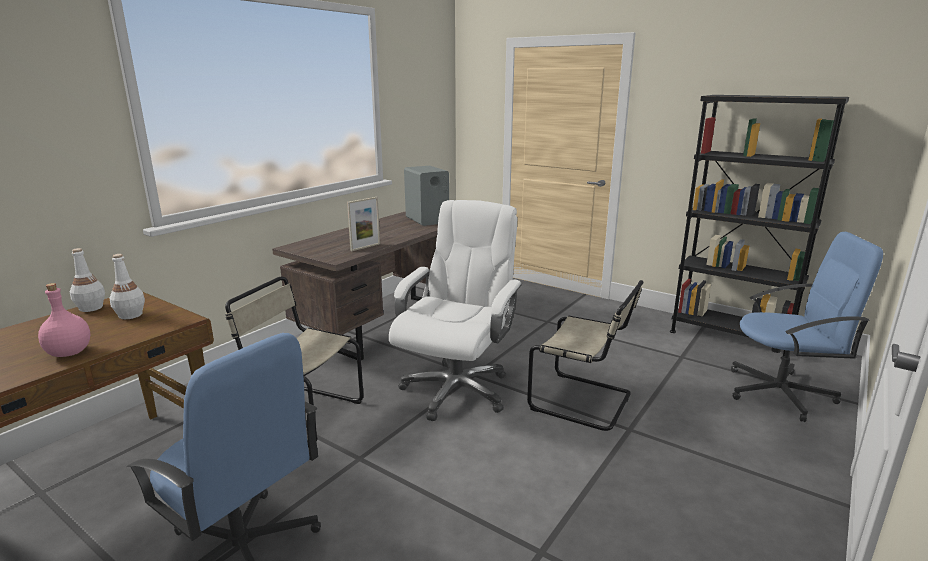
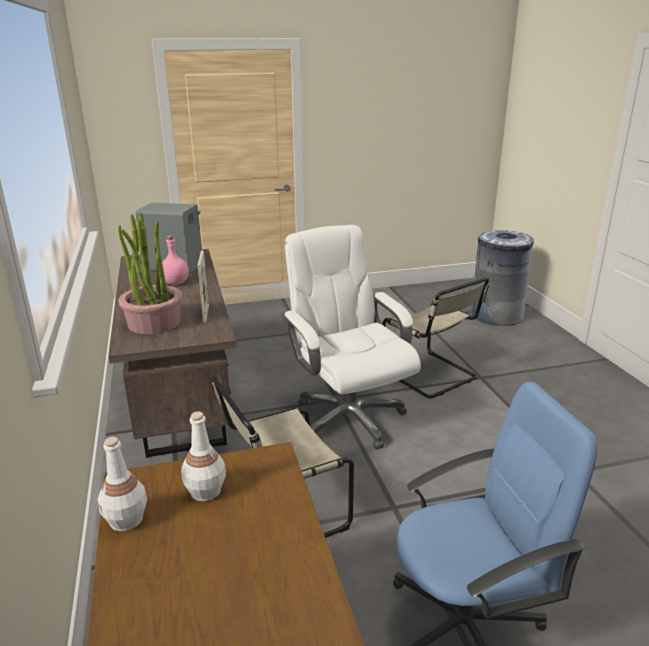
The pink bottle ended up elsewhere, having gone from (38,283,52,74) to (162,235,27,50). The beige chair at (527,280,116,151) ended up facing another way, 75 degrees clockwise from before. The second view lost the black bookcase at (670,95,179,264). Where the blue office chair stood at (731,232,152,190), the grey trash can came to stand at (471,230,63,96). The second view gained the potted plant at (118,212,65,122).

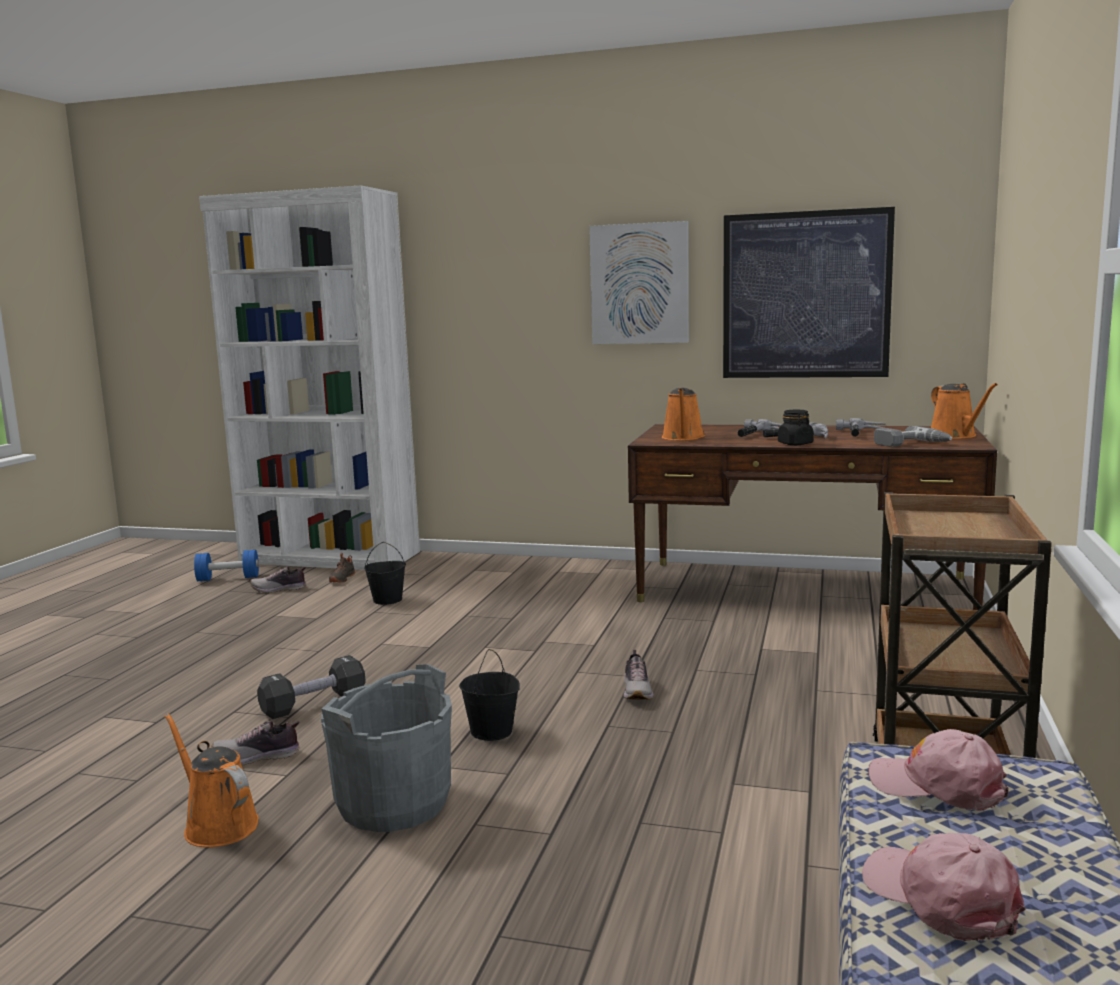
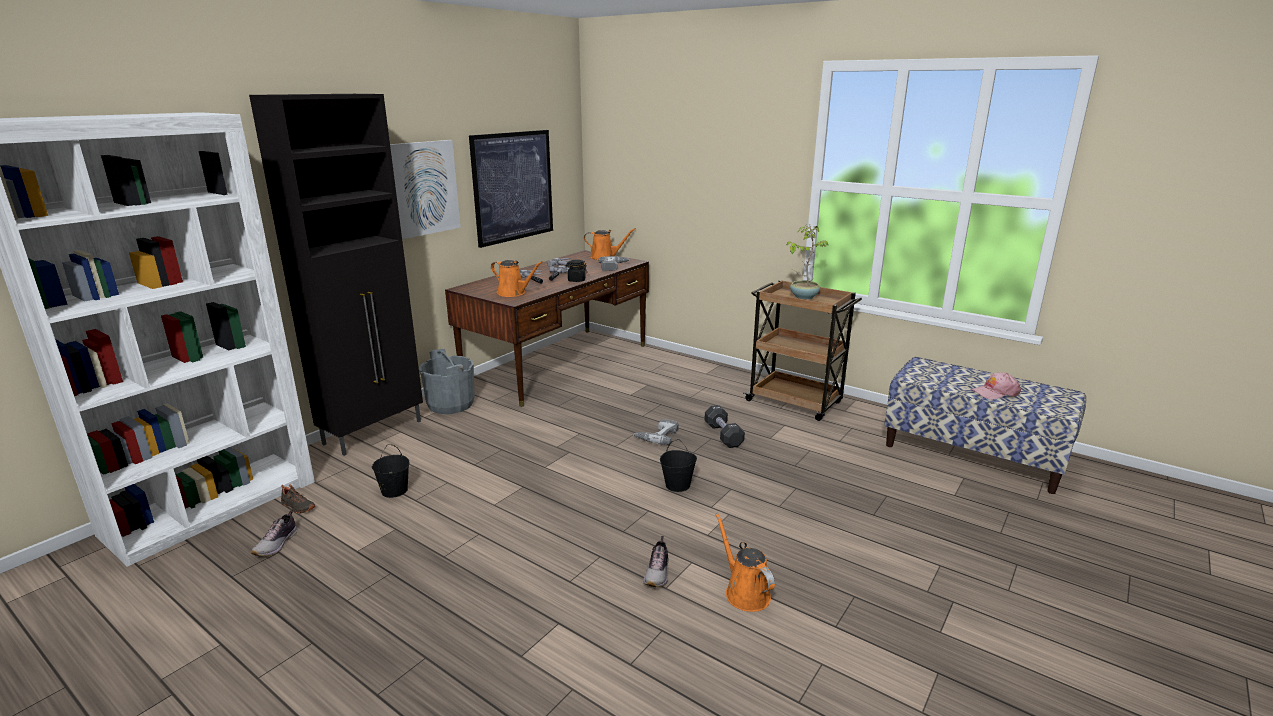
The orange watering can at (165,713,94,134) ended up facing another way, 90 degrees clockwise from before. The second view lost the blue dumbbell at (194,550,65,31). The black dumbbell ended up elsewhere, having gone from (257,655,109,64) to (704,405,41,43). The grey bucket ended up elsewhere, having gone from (321,664,131,168) to (419,349,56,65). Where the shoe stood at (624,650,30,50), the power drill came to stand at (634,419,45,26). The second view lost the pink cap at (869,729,140,82). The second view gained the black cabinet at (249,94,174,362). The second view gained the potted plant at (786,224,42,75).

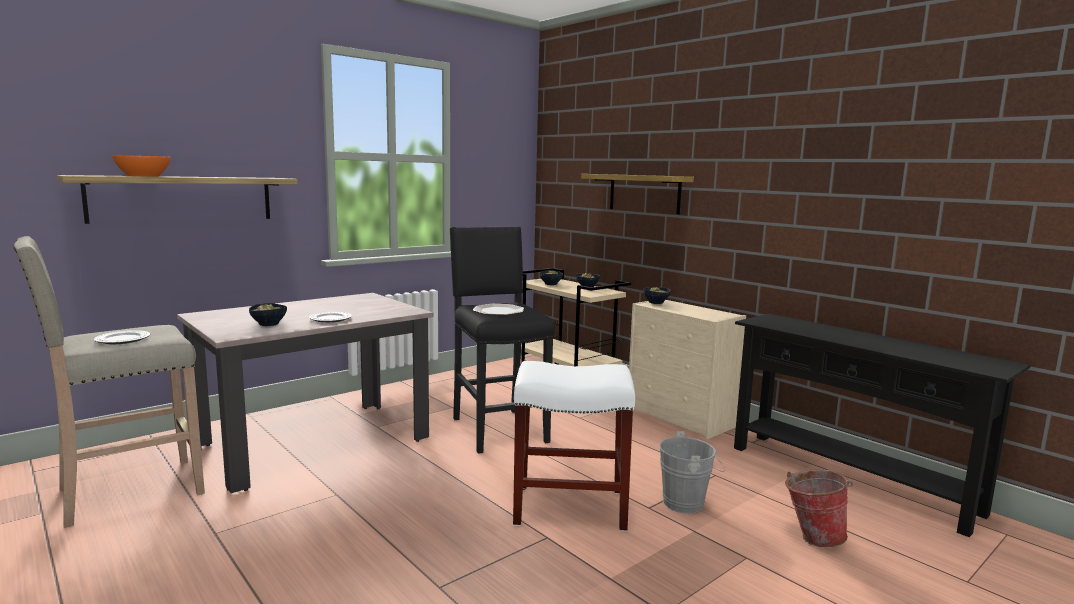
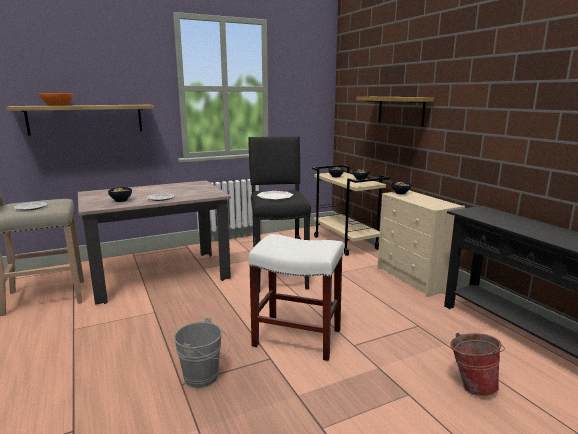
The grey bucket ended up elsewhere, having gone from (659,431,66,83) to (174,317,57,71).

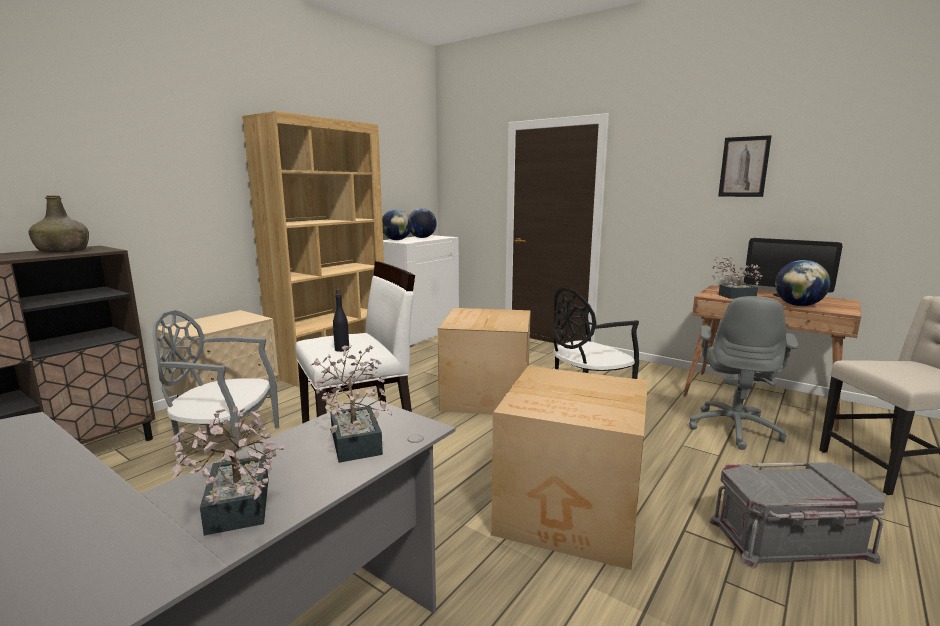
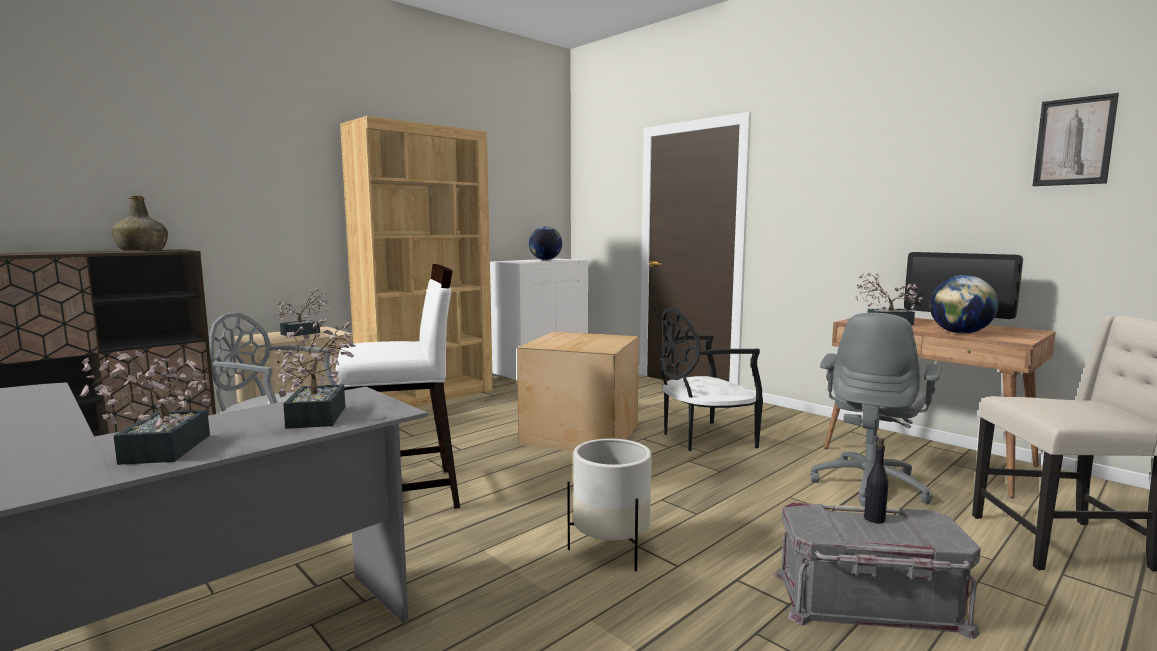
The black bottle ended up elsewhere, having gone from (333,289,16,63) to (864,438,24,85). The second view lost the globe at (382,209,30,31). Where the cardboard box stood at (491,366,157,204), the white planter came to stand at (568,439,84,132). The picture ended up elsewhere, having gone from (718,135,54,62) to (1033,93,86,93). The second view gained the potted plant at (273,289,56,47).

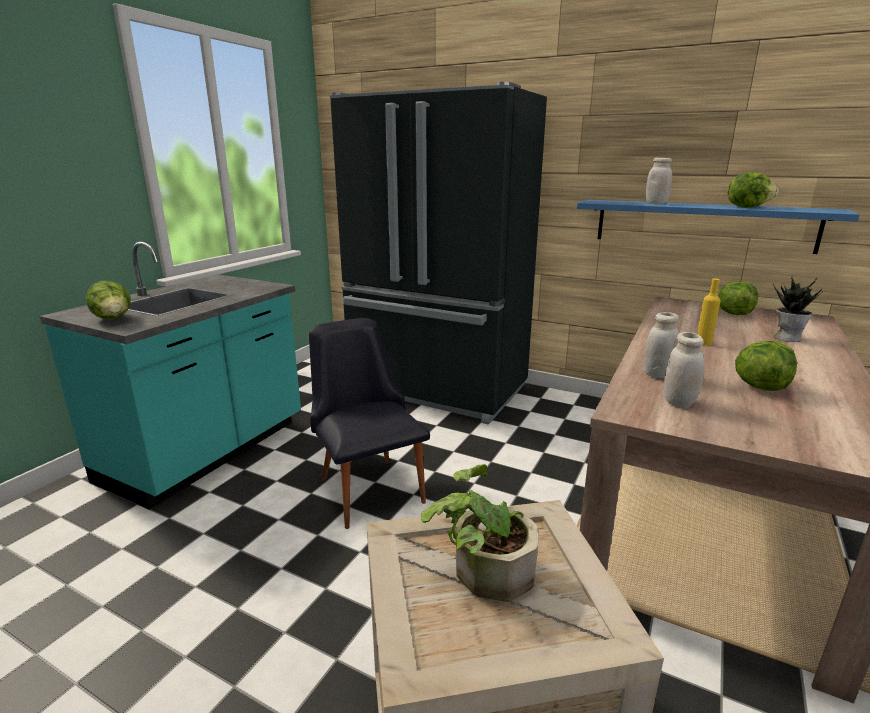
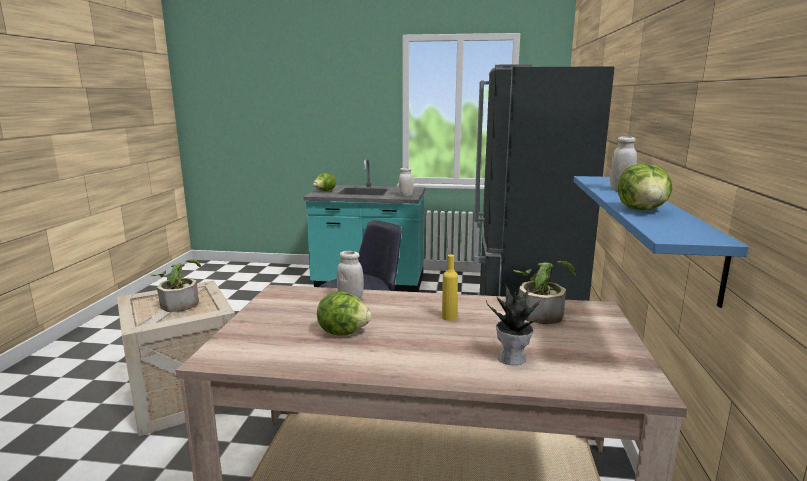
The white jar ended up elsewhere, having gone from (664,332,41,76) to (398,168,16,28). The second view lost the lettuce at (717,281,41,34). The second view gained the potted plant at (513,261,63,63).

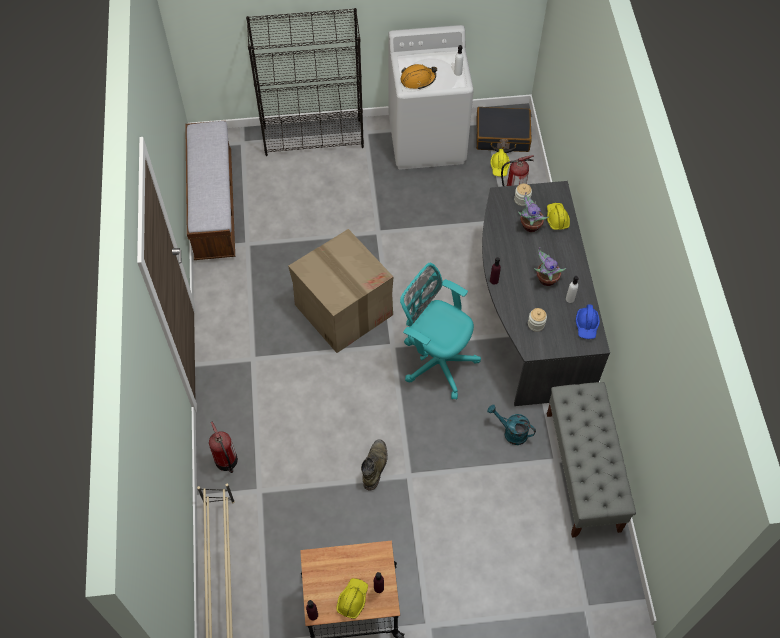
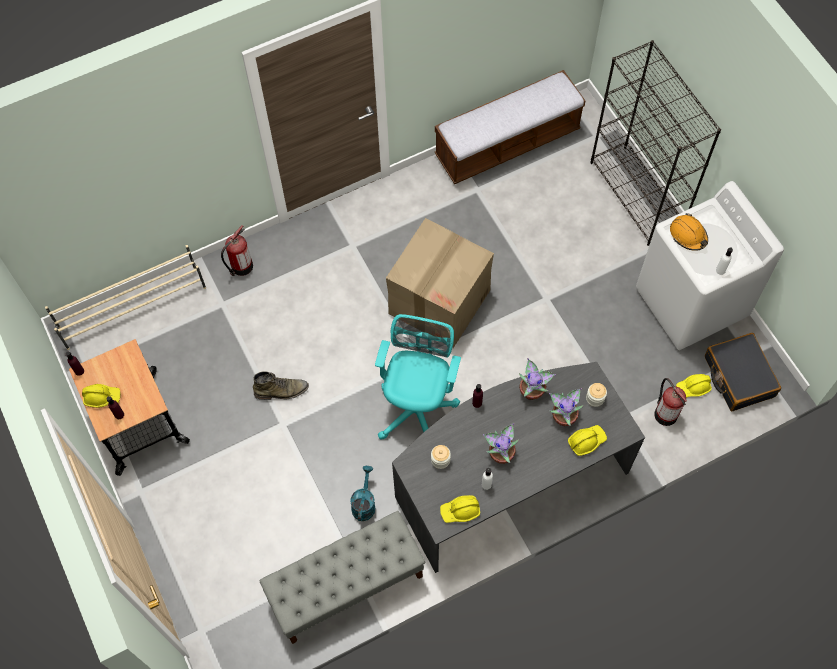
What was the blue hard hat at (576,304,24,35) turned into the yellow hard hat at (440,495,40,28). The second view gained the potted plant at (519,358,37,42).

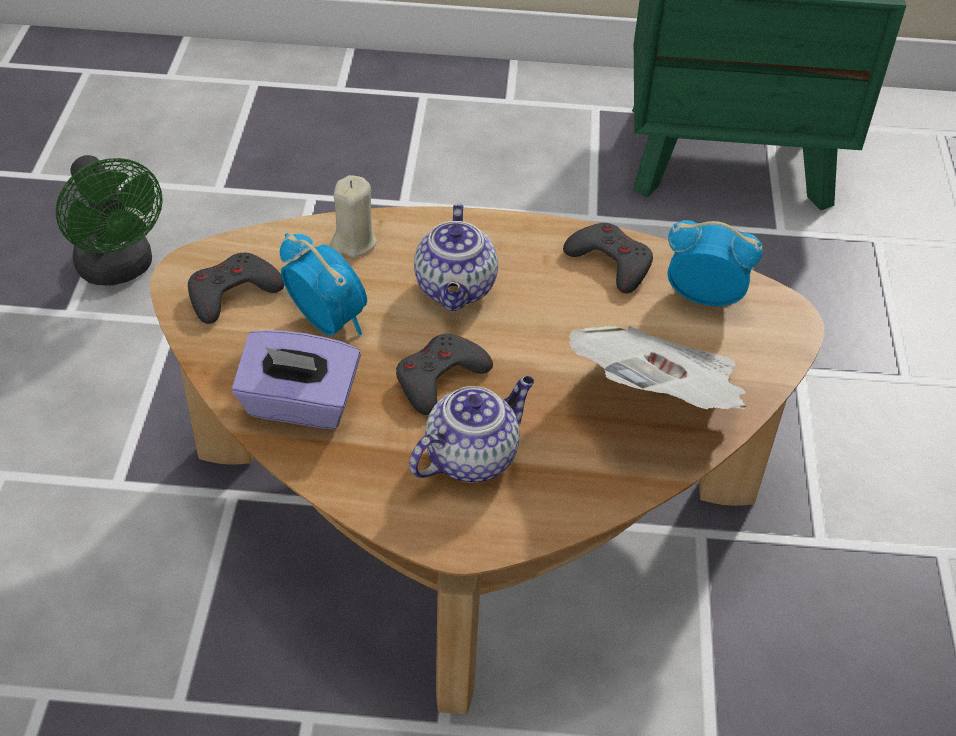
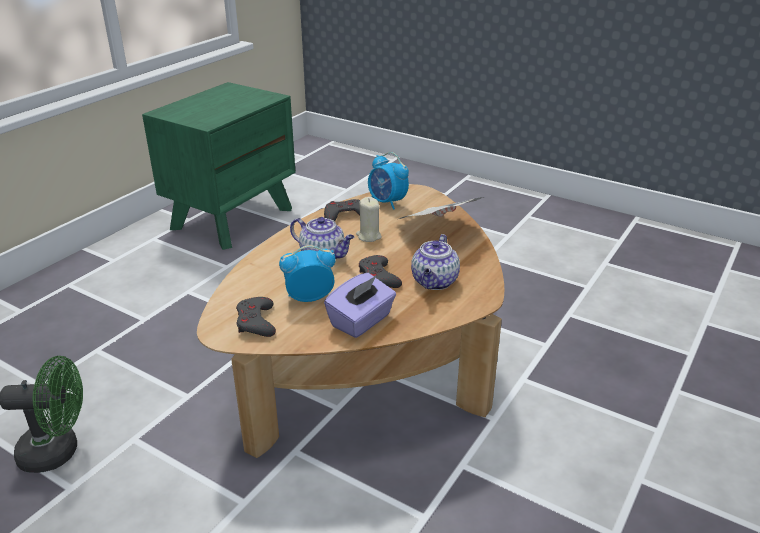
The beige candle ended up elsewhere, having gone from (330,175,47,82) to (356,197,26,45). The teapot at (409,376,125,107) ended up facing another way, 150 degrees counterclockwise from before. The alarm clock at (668,220,95,86) ended up facing another way, 90 degrees counterclockwise from before.

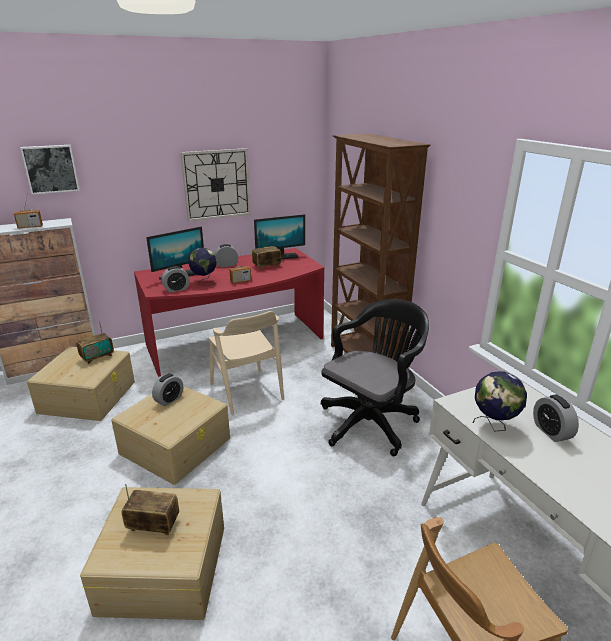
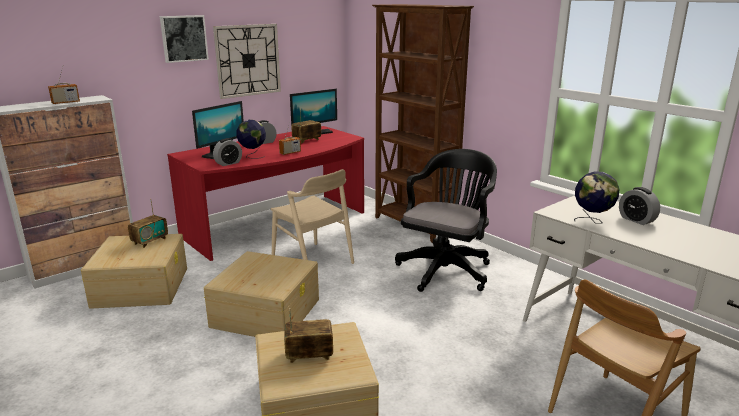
The picture ended up elsewhere, having gone from (20,145,60,50) to (160,15,49,48). The second view lost the alarm clock at (152,374,31,32).

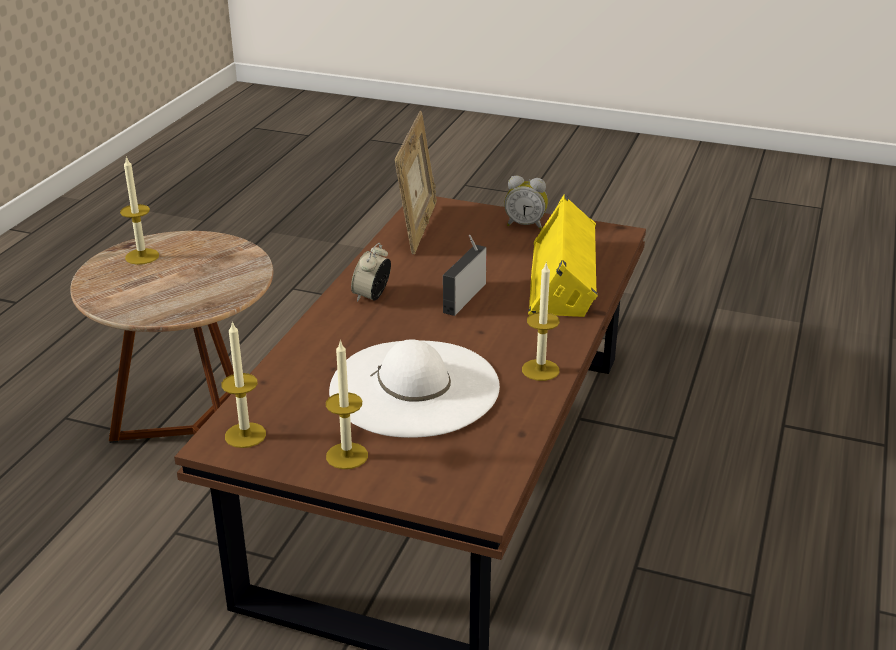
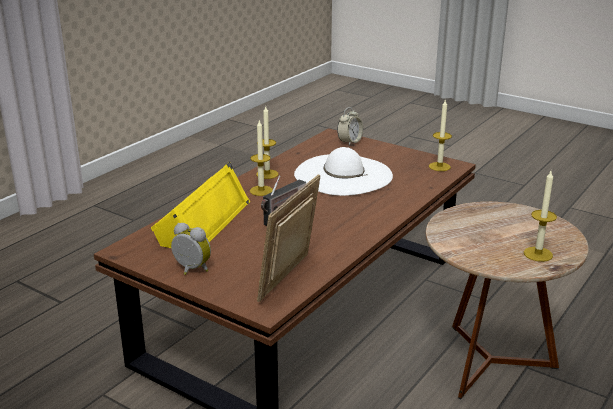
The candle ended up elsewhere, having gone from (326,340,42,129) to (250,119,23,77). The alarm clock ended up elsewhere, having gone from (351,243,40,59) to (337,107,26,38).

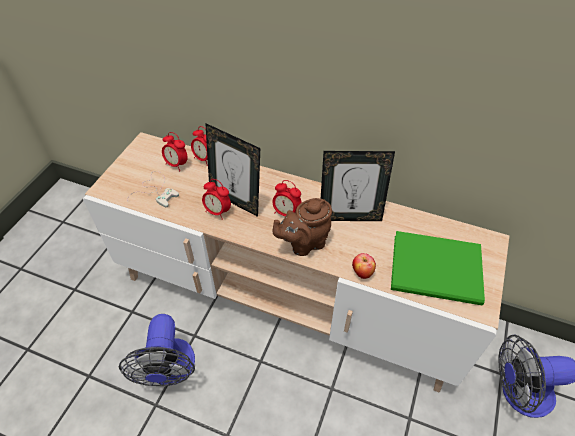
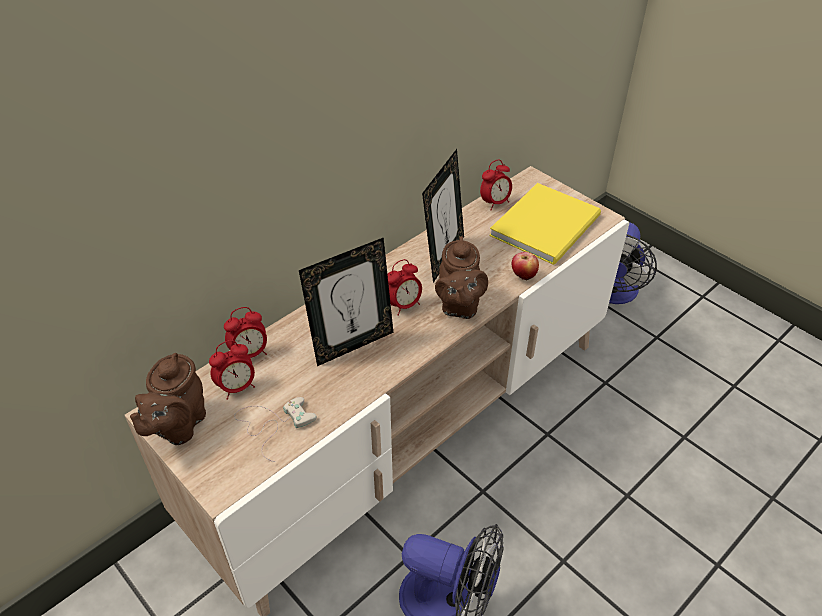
The alarm clock ended up elsewhere, having gone from (202,179,29,41) to (480,160,32,51). What was the green book at (391,231,94,75) turned into the yellow book at (489,183,112,82). The second view gained the brown teapot at (130,353,76,92).

